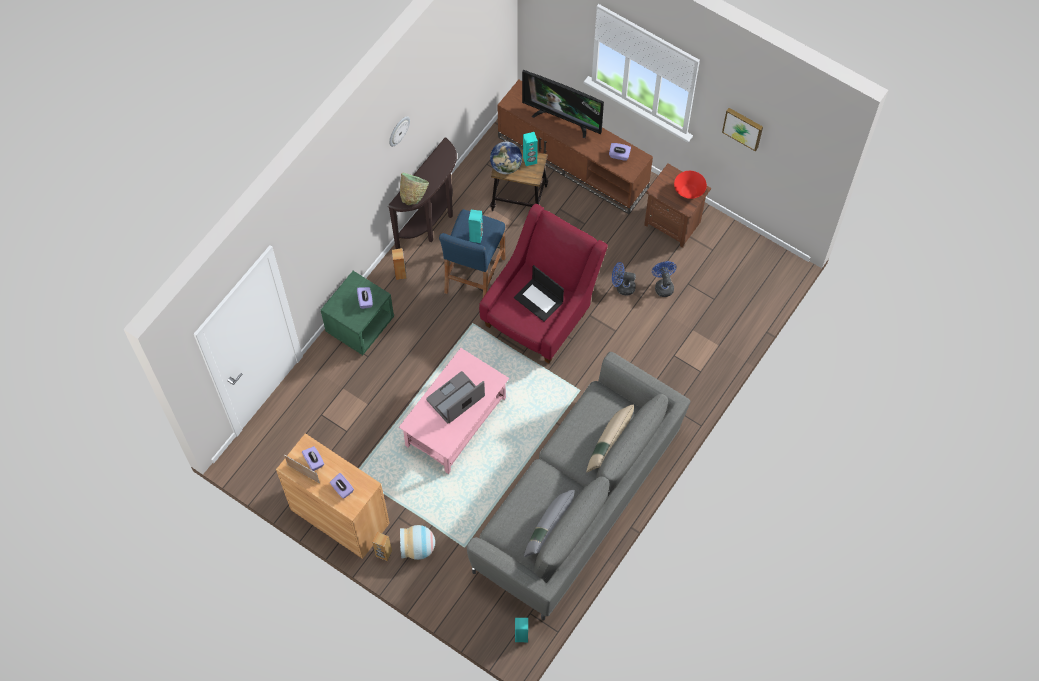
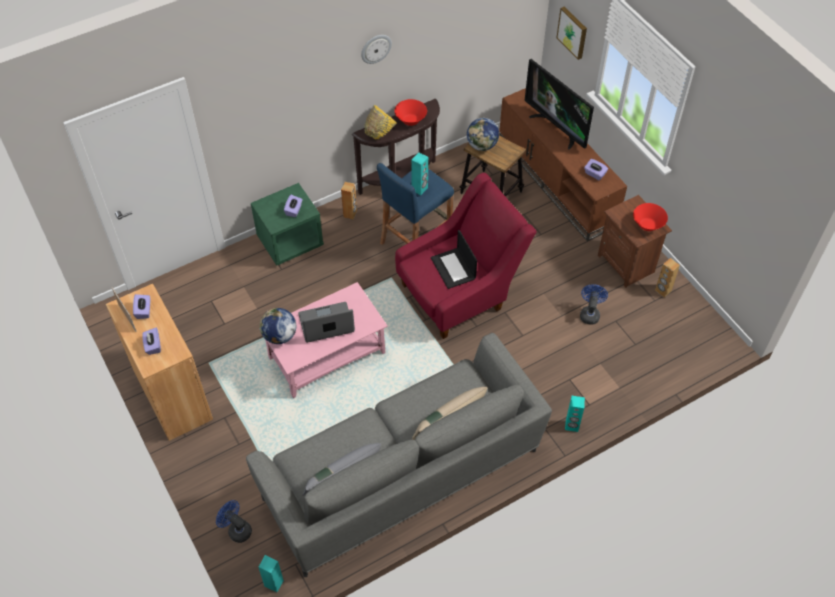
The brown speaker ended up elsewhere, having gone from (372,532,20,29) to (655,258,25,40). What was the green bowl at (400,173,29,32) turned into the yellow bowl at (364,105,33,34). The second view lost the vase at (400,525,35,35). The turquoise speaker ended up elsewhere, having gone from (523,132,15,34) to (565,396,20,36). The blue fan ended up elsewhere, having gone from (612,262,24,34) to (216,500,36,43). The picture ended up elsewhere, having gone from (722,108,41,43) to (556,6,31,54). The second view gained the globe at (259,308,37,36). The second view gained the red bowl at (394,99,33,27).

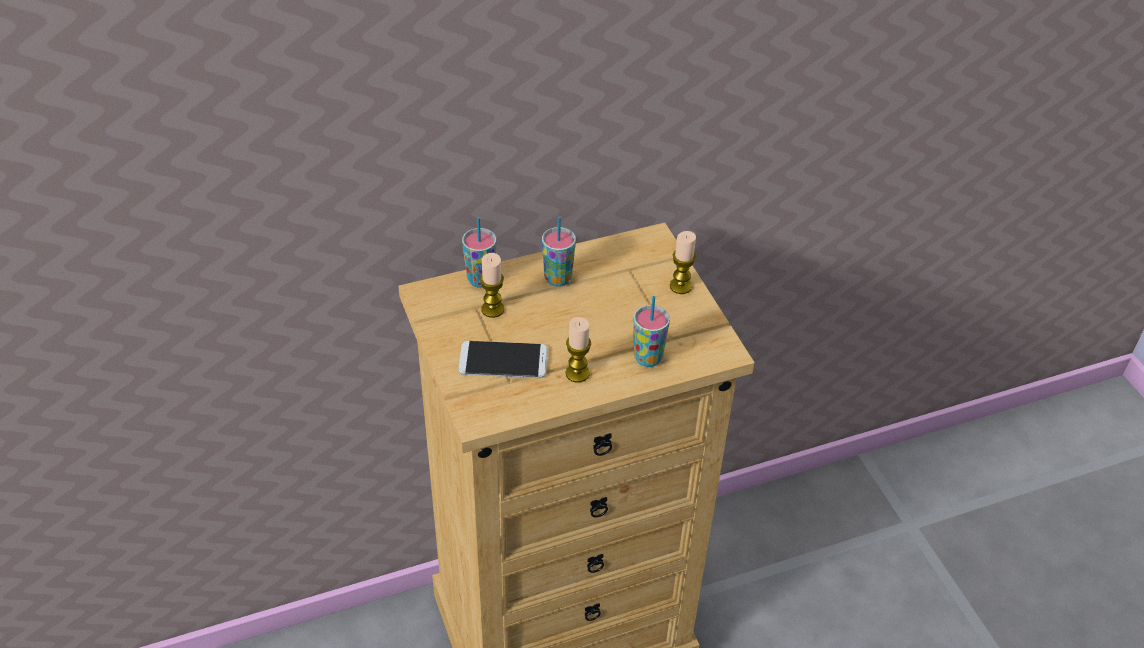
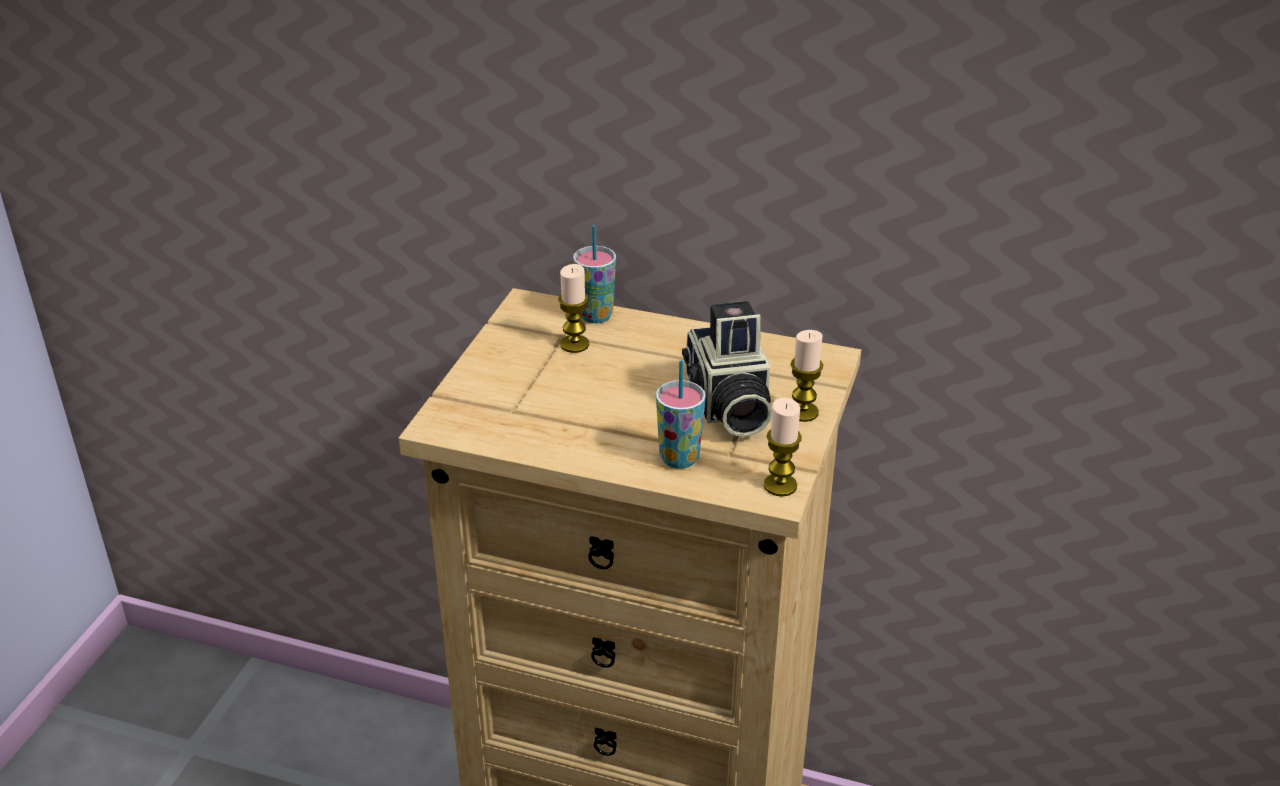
The second view lost the phone at (458,341,90,37). The second view lost the cup at (542,216,34,71). The candle ended up elsewhere, having gone from (566,317,25,66) to (764,398,38,98). The second view gained the photo camera at (682,301,90,136).

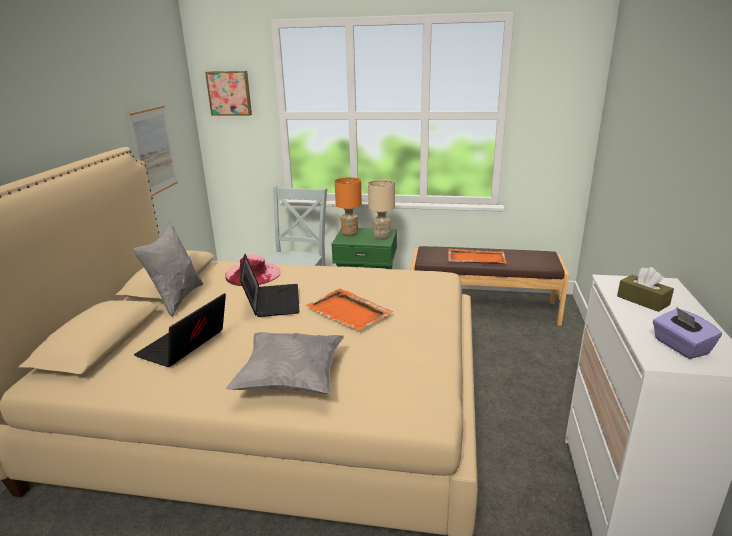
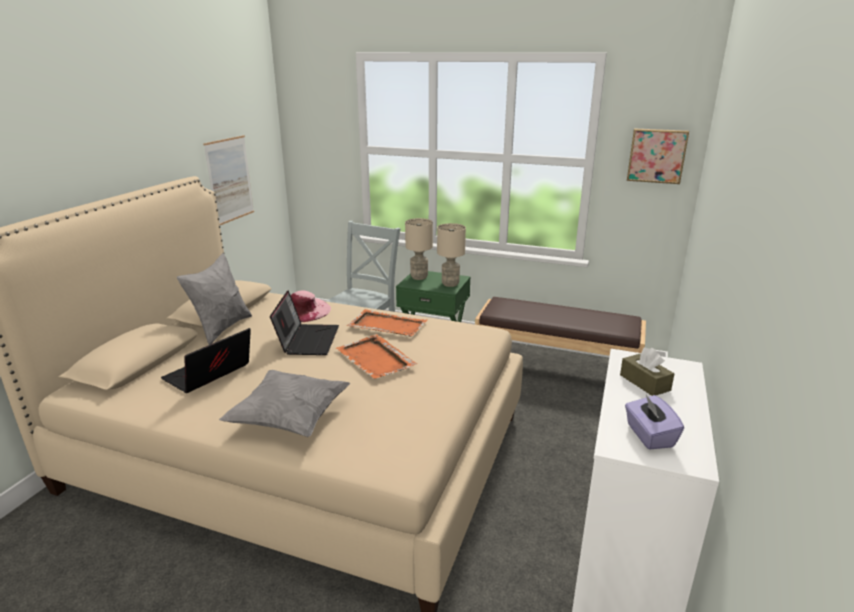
The picture ended up elsewhere, having gone from (205,71,47,45) to (627,128,62,56). What was the orange table lamp at (335,177,27,59) turned into the beige table lamp at (405,218,28,62). The orange tray ended up elsewhere, having gone from (448,249,59,15) to (347,309,80,28).

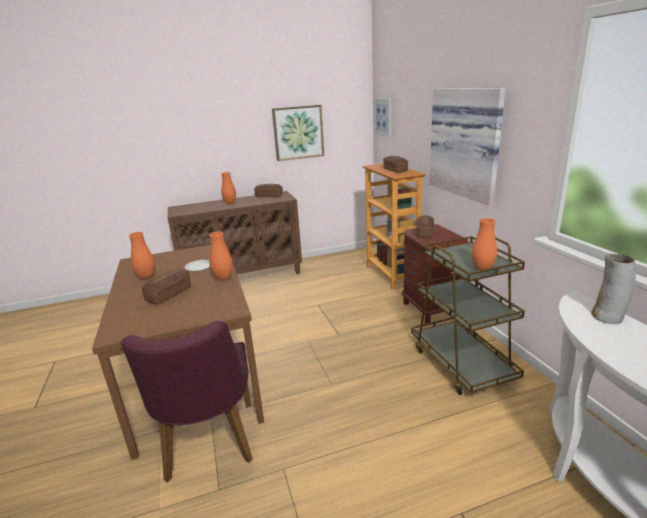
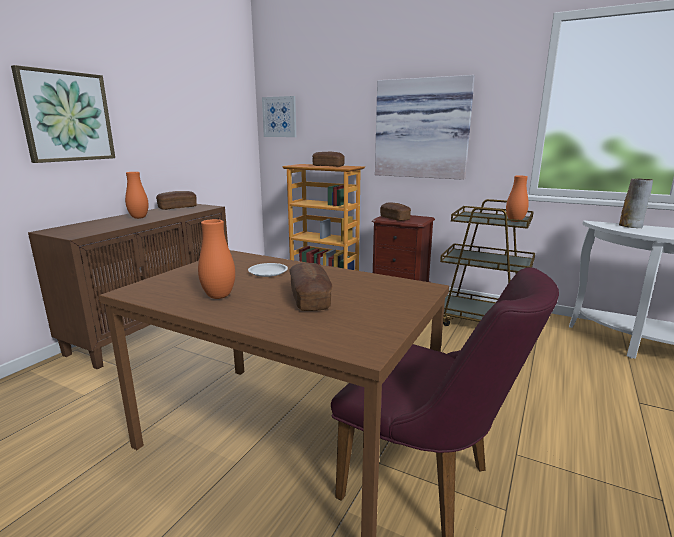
The second view lost the orange vase at (209,232,24,48). The picture ended up elsewhere, having gone from (272,105,52,56) to (11,65,104,98).

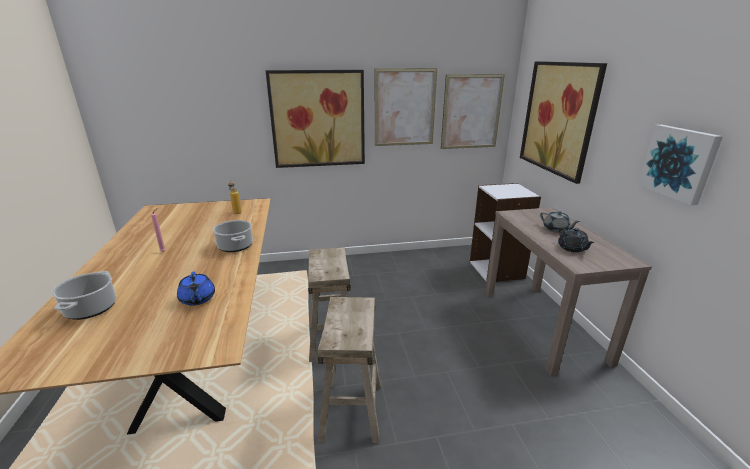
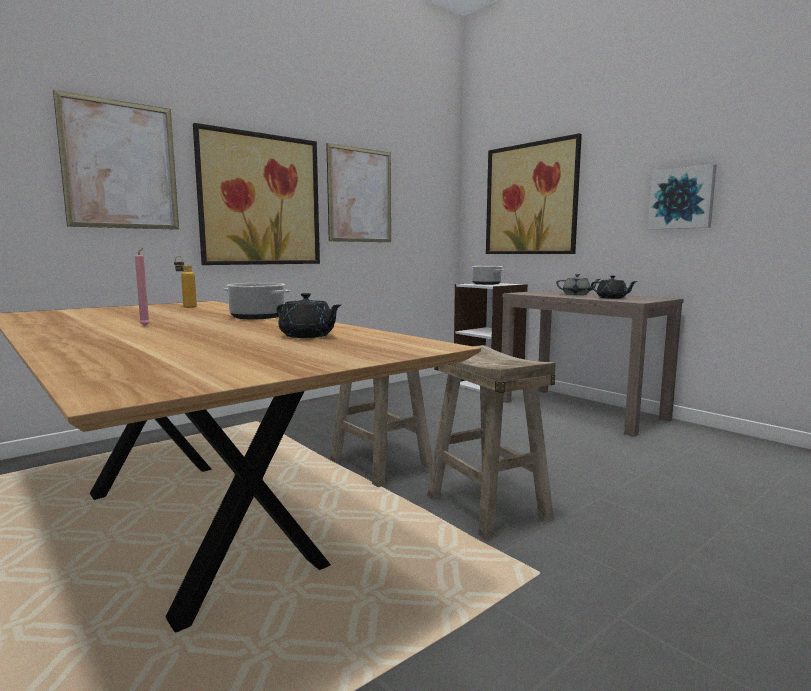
The cooking pot ended up elsewhere, having gone from (52,271,64,49) to (471,266,33,19). What was the blue teapot at (177,272,38,34) turned into the black teapot at (277,293,64,45). The picture ended up elsewhere, having gone from (441,74,64,75) to (53,90,126,140).

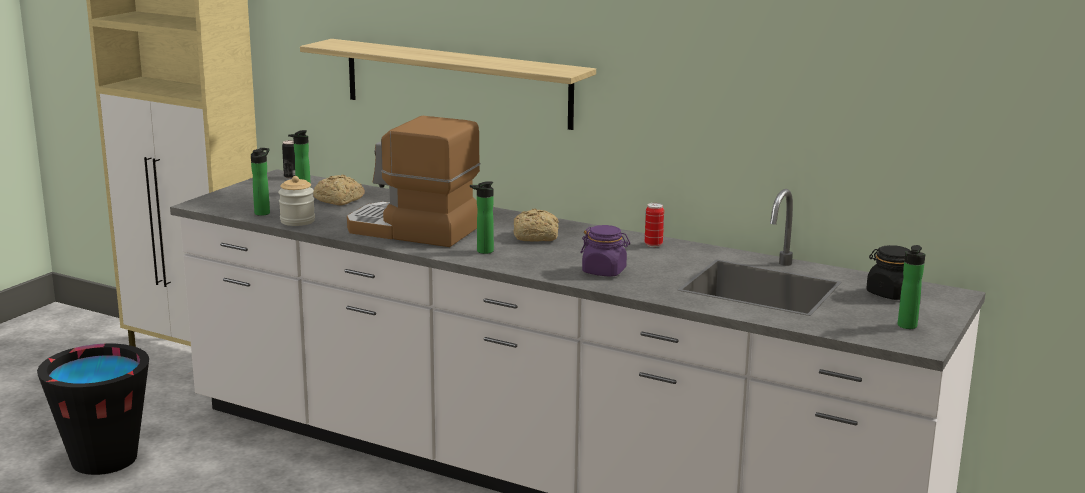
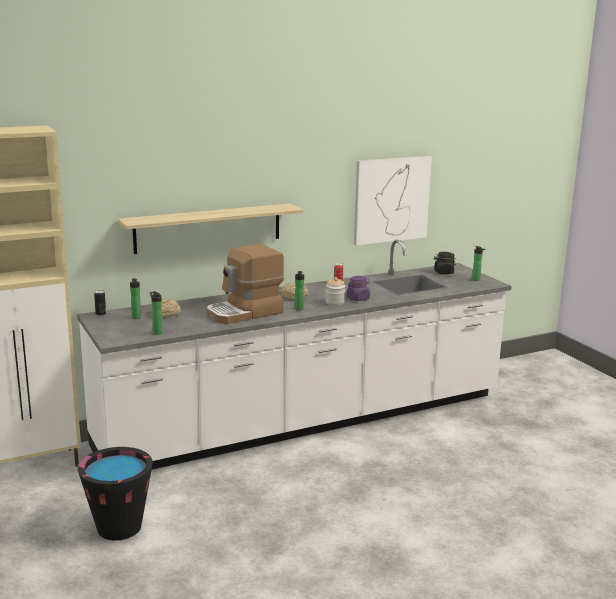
The jar ended up elsewhere, having gone from (278,176,37,50) to (325,277,20,28). The second view gained the picture at (354,156,78,90).

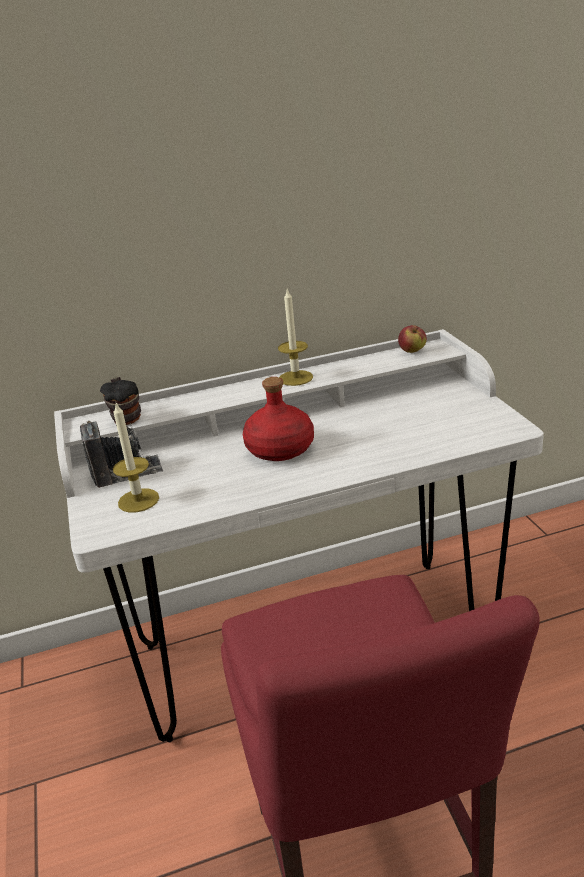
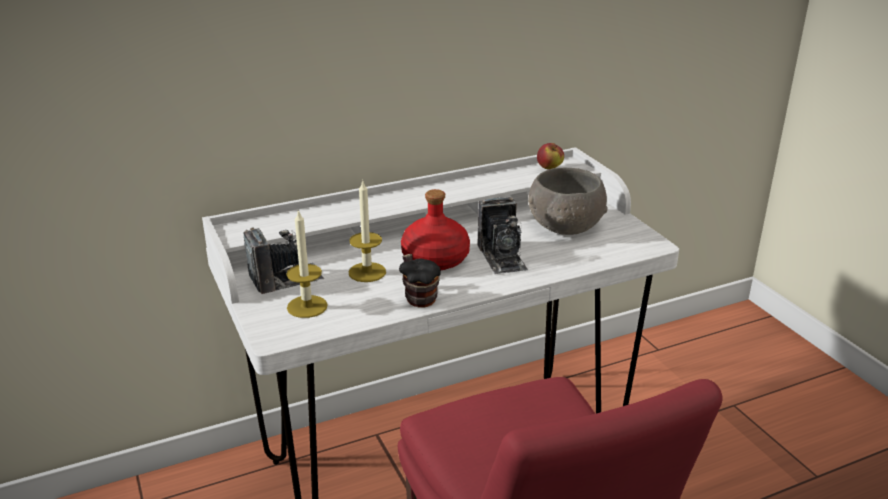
The mug ended up elsewhere, having gone from (100,377,41,48) to (399,254,42,53). The candle ended up elsewhere, having gone from (278,290,35,96) to (349,181,37,101). The second view gained the photo camera at (478,197,50,77). The second view gained the grey bowl at (528,168,79,67).

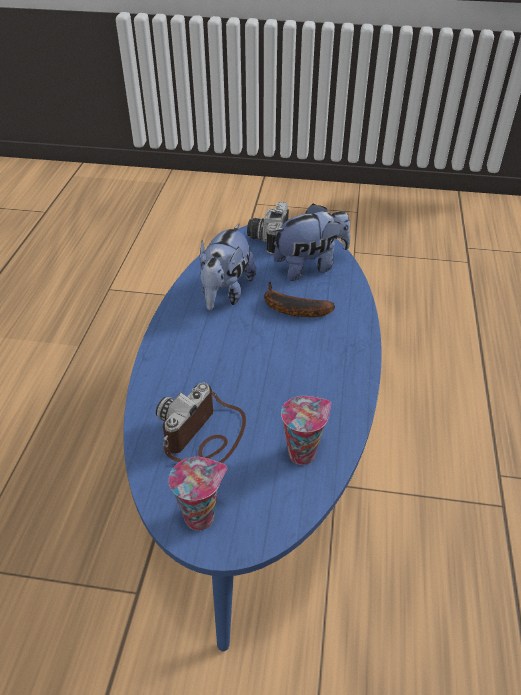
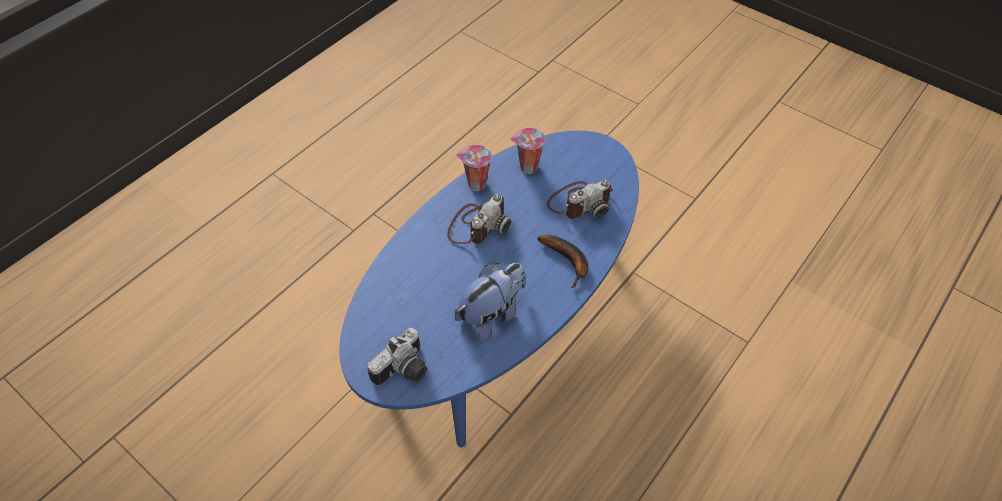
The cup ended up elsewhere, having gone from (169,457,58,74) to (456,145,36,46). The banana ended up elsewhere, having gone from (264,282,71,35) to (537,235,52,53). The second view lost the plush toy at (272,203,78,78). The second view gained the photo camera at (447,194,64,50).

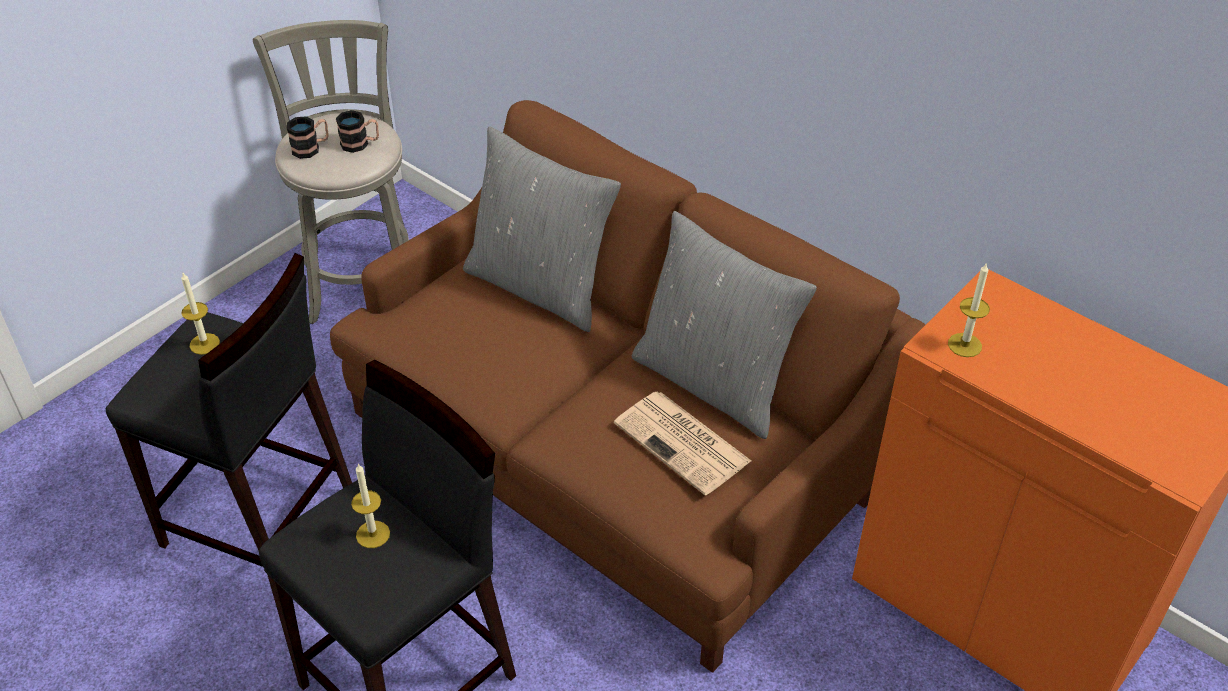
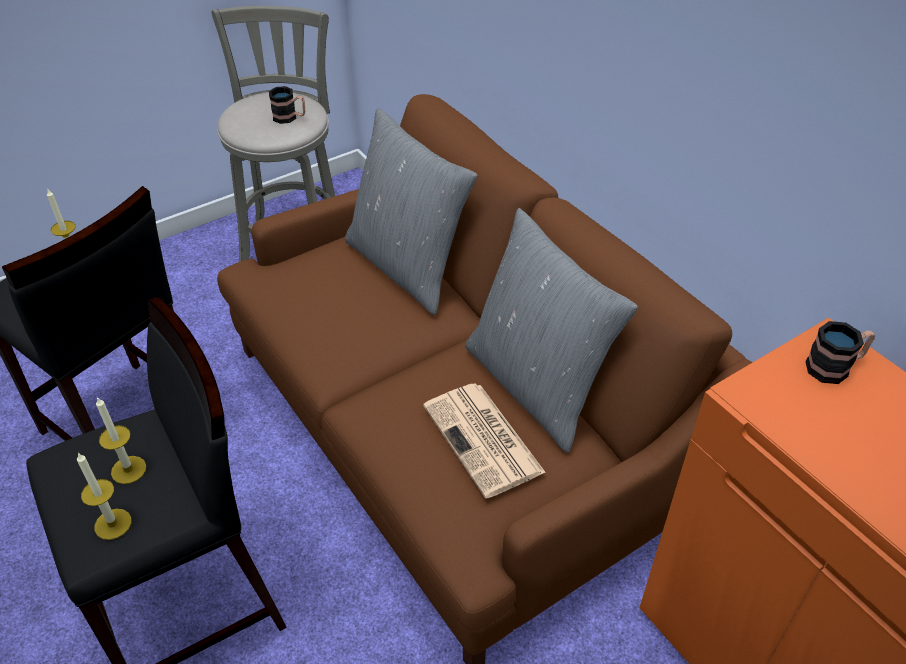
The mug ended up elsewhere, having gone from (287,116,42,43) to (805,321,70,63). The candle ended up elsewhere, having gone from (948,262,42,95) to (77,453,54,87).

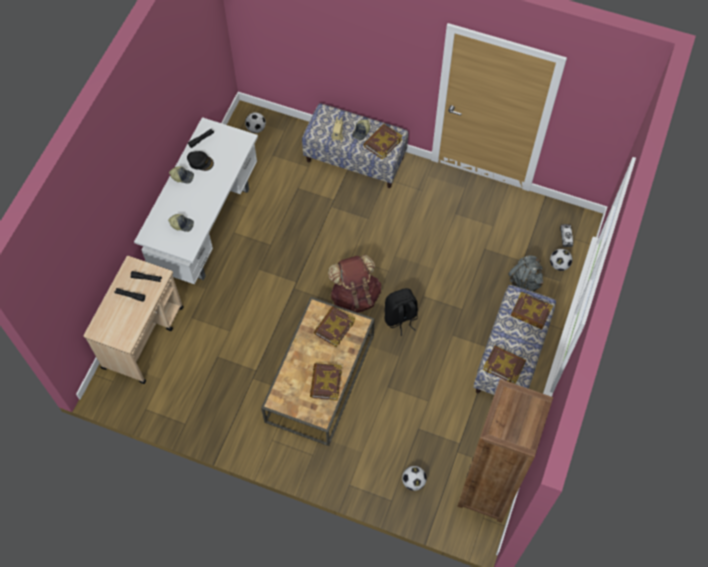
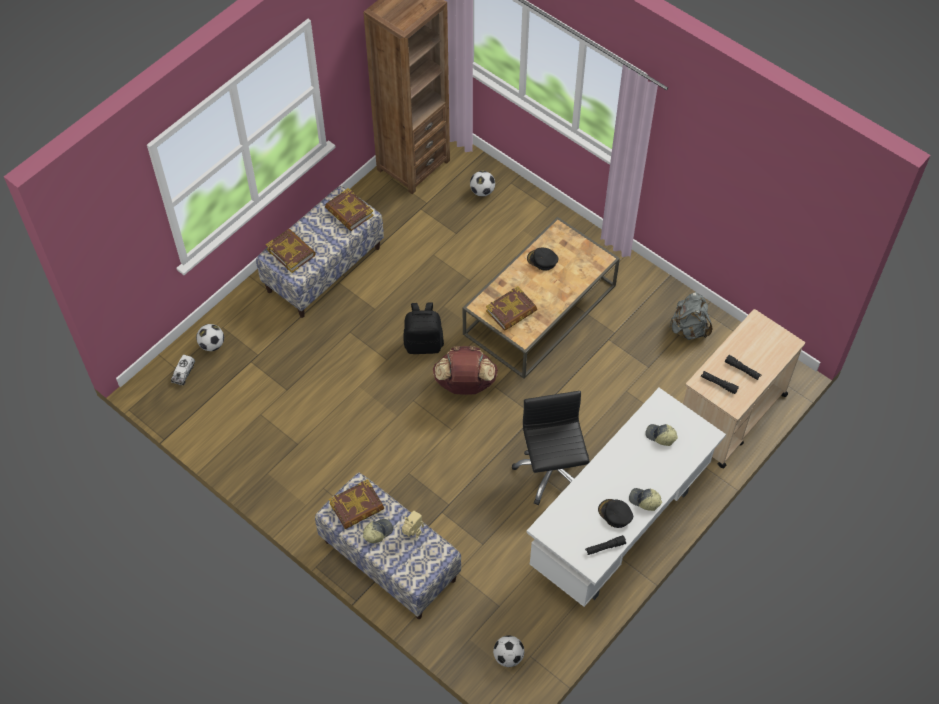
Where the book stood at (310,363,32,38), the black cap came to stand at (527,247,32,24). The grey backpack ended up elsewhere, having gone from (508,255,35,37) to (670,292,42,48). The second view gained the black office chair at (512,391,78,114).

